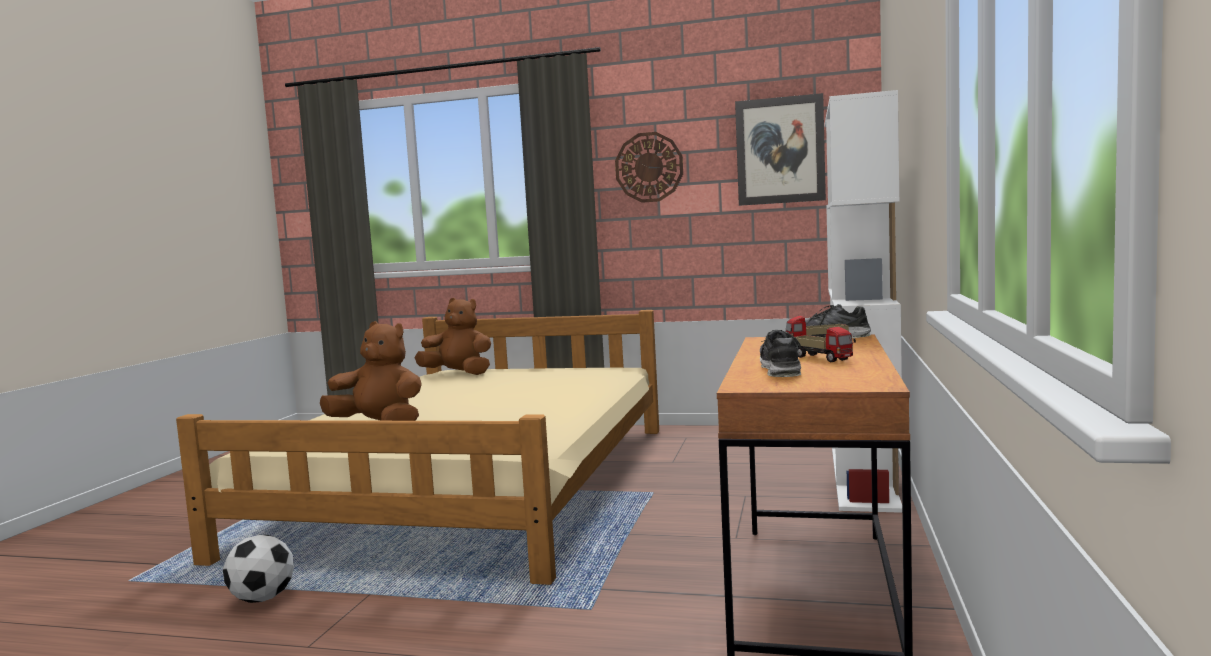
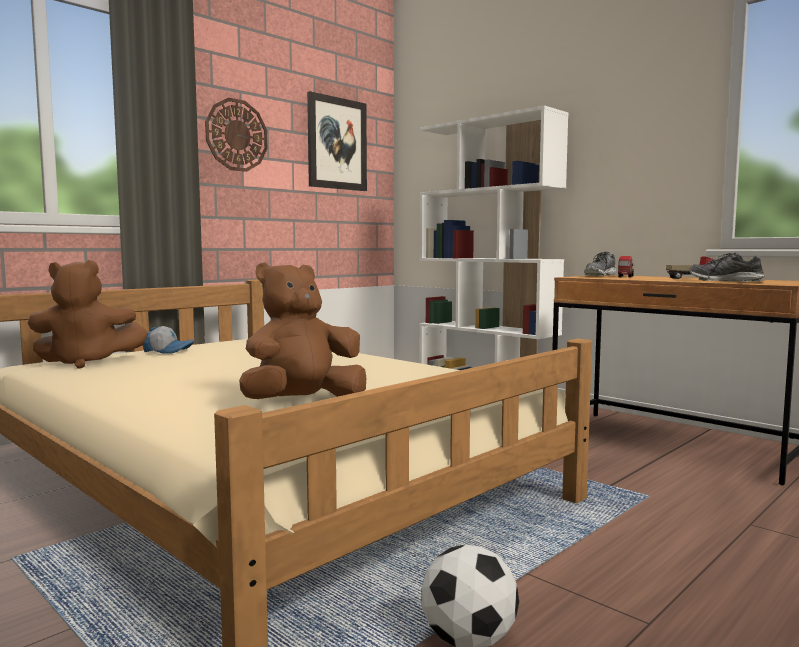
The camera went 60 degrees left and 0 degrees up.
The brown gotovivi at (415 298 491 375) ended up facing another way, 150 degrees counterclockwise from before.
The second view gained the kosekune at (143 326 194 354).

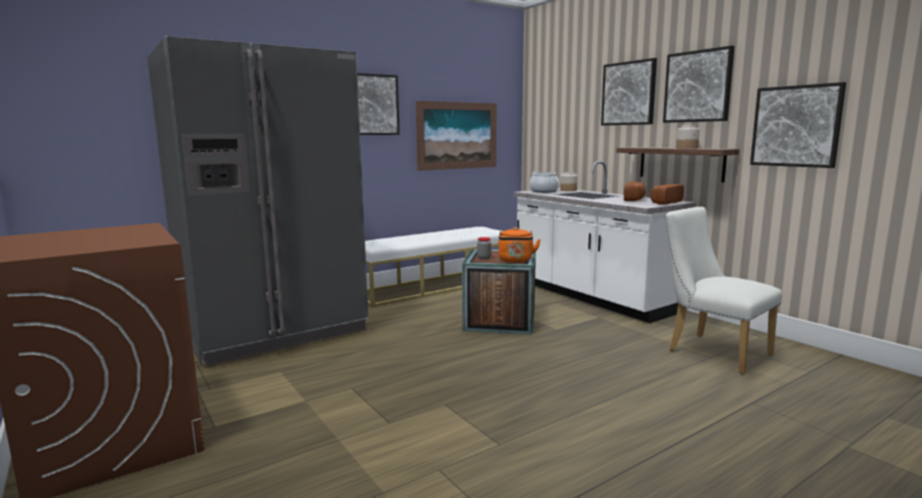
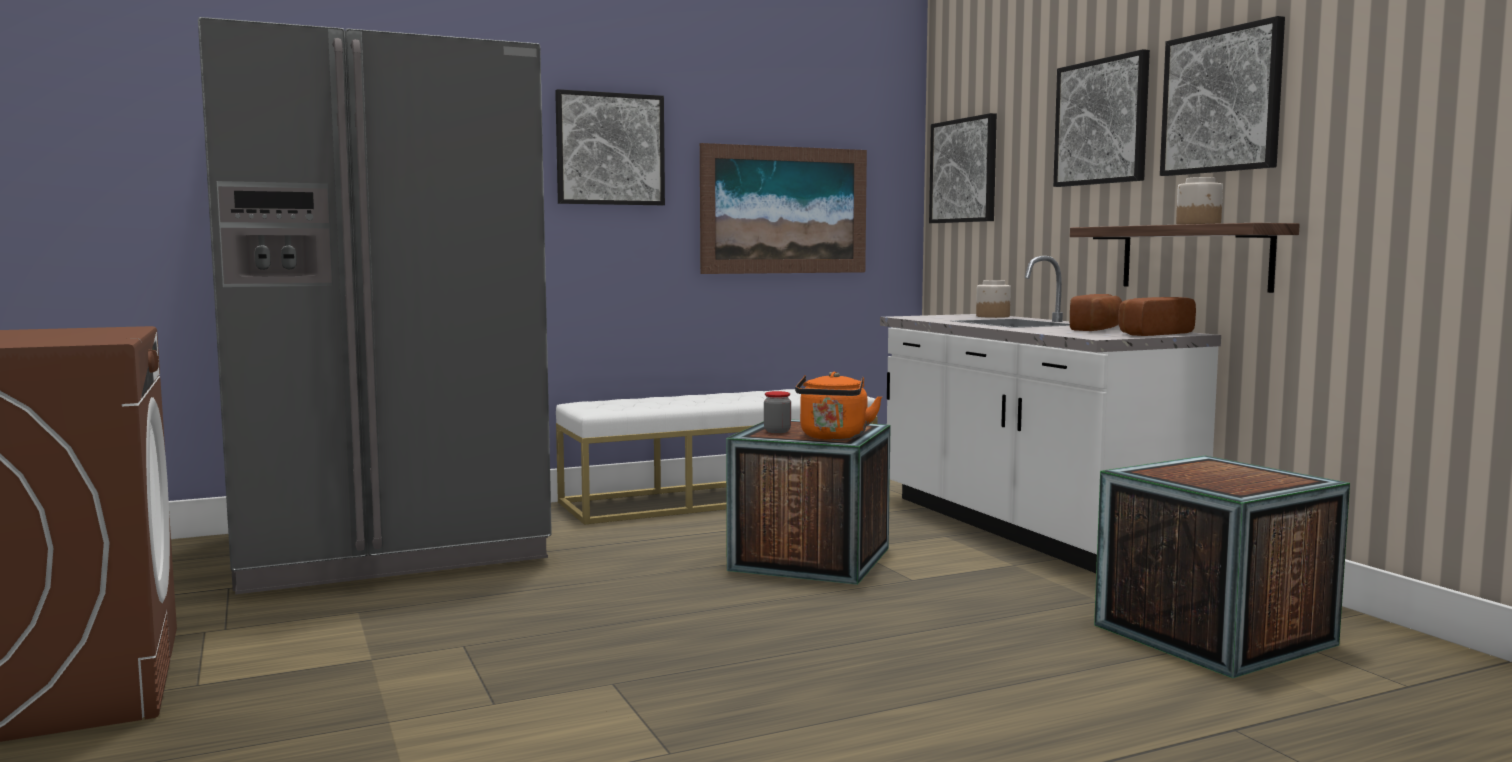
The camera went 10 degrees right and 5 degrees down.
The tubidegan ended up elsewhere, having gone from (750 82 846 168) to (929 113 997 223).
Where the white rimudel stood at (665 207 782 374), the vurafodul came to stand at (1094 456 1350 678).
The second view lost the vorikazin at (530 172 559 193).

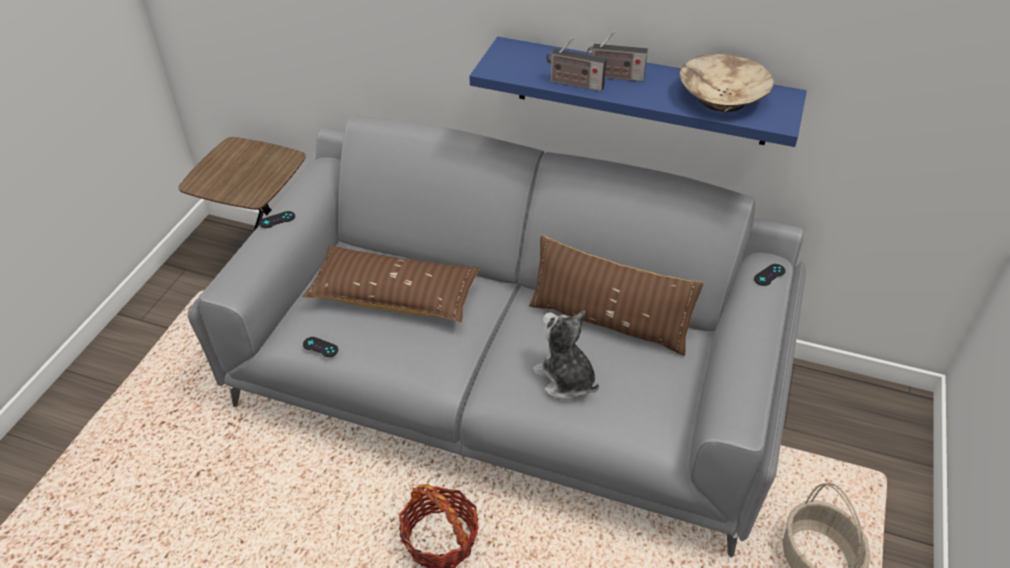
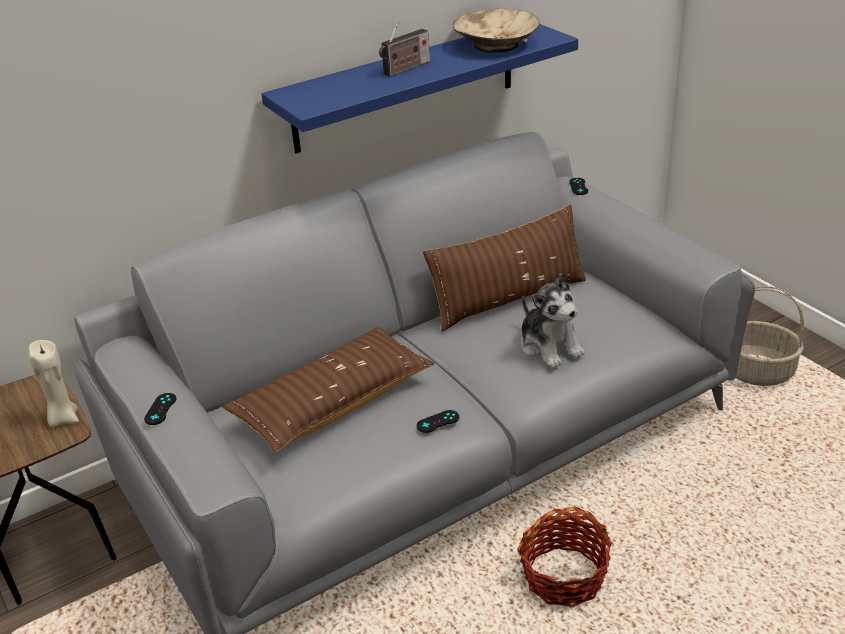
The camera went 50 degrees left and 10 degrees down.
The second view gained the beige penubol at (29 340 79 427).
The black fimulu ended up elsewhere, having gone from (303 337 338 357) to (417 410 459 433).
The gotovivi at (532 310 599 400) ended up facing another way, 120 degrees counterclockwise from before.
The second view lost the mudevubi at (546 38 607 91).

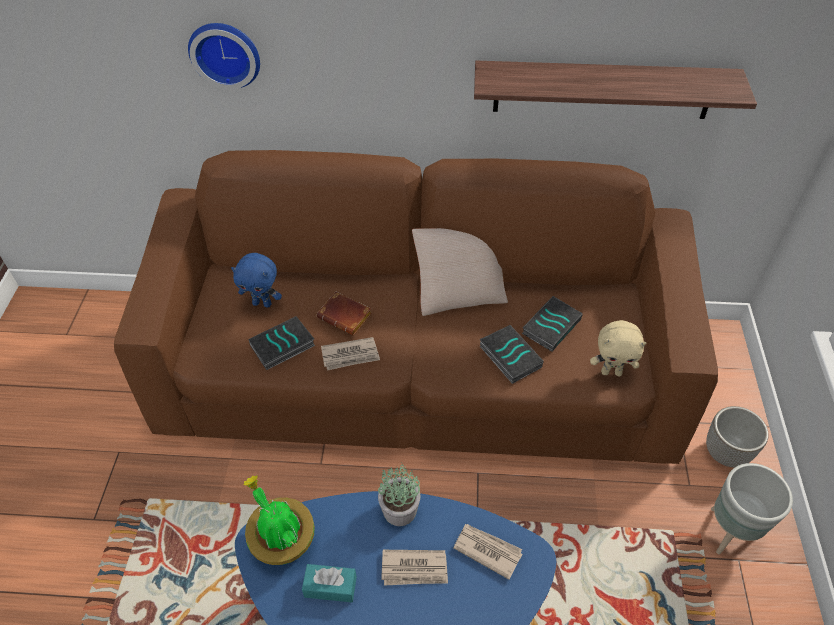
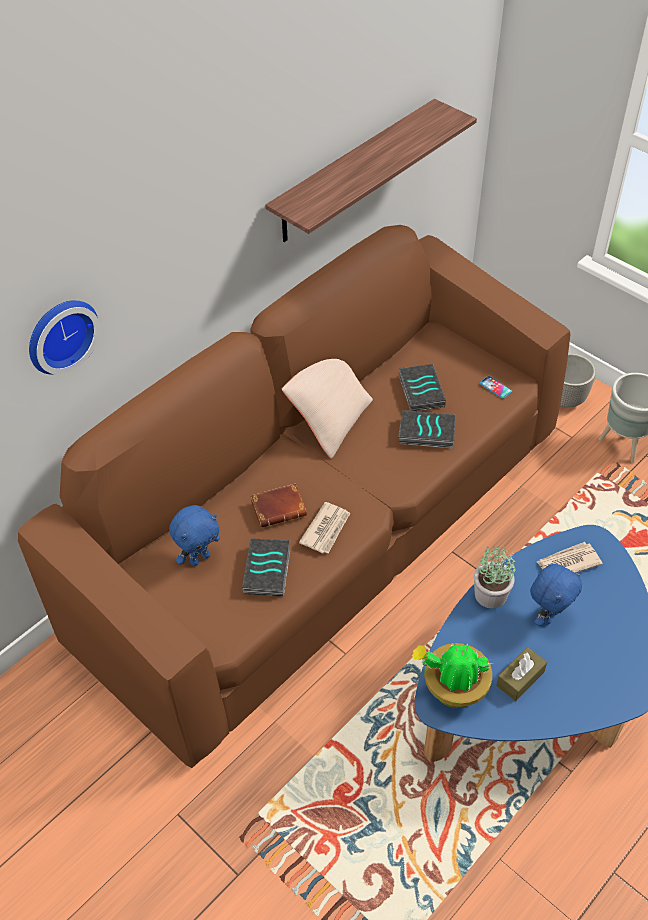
The camera went 50 degrees left and 0 degrees up.
Where the beige gotovivi stood at (590 320 646 376), the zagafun came to stand at (480 376 512 399).
What was the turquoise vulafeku at (302 564 357 602) turned into the brown vulafeku at (496 647 547 701).
Where the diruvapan stood at (381 550 448 586), the blue gotovivi came to stand at (530 564 582 626).

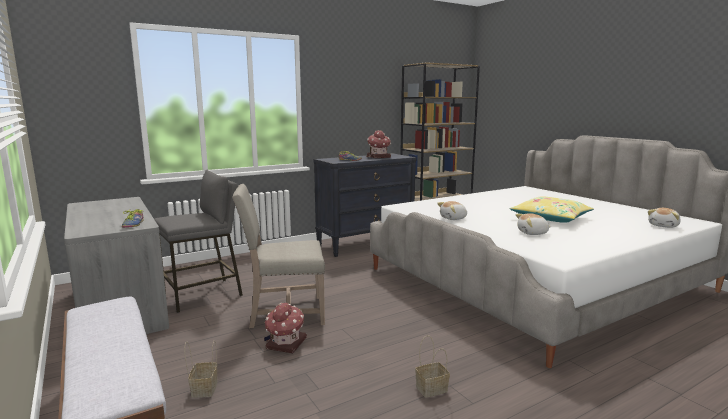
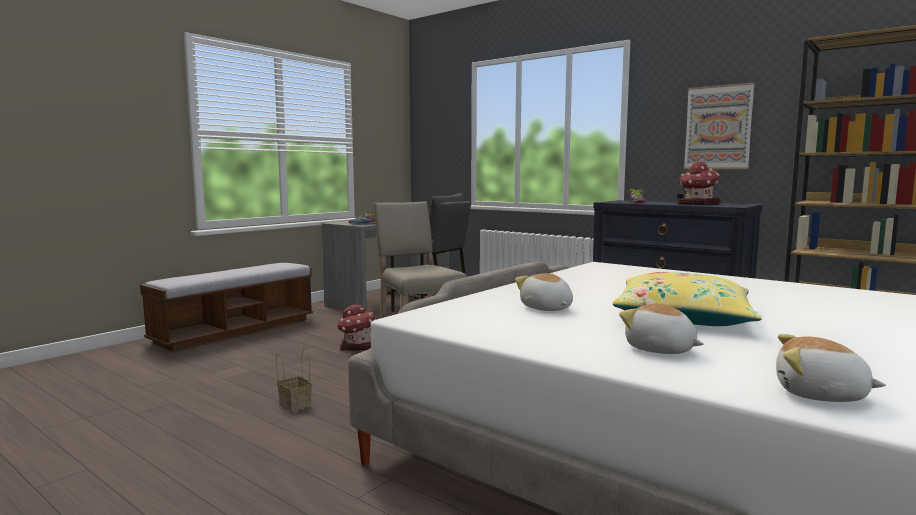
The camera went 70 degrees right and 5 degrees down.
The gotovivi ended up elsewhere, having gone from (437 201 467 220) to (619 302 703 354).
The second view gained the tubidegan at (684 82 755 169).
The second view lost the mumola at (184 340 218 398).

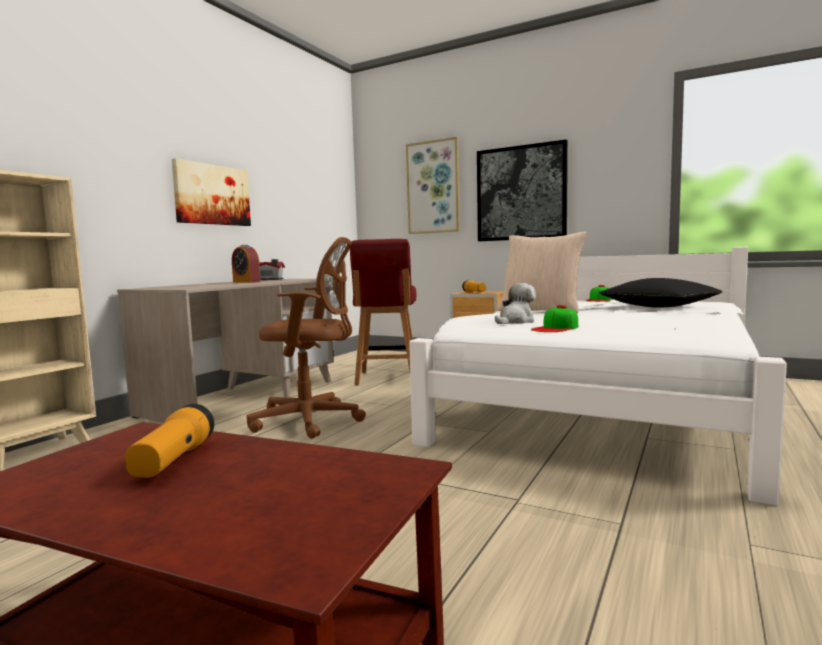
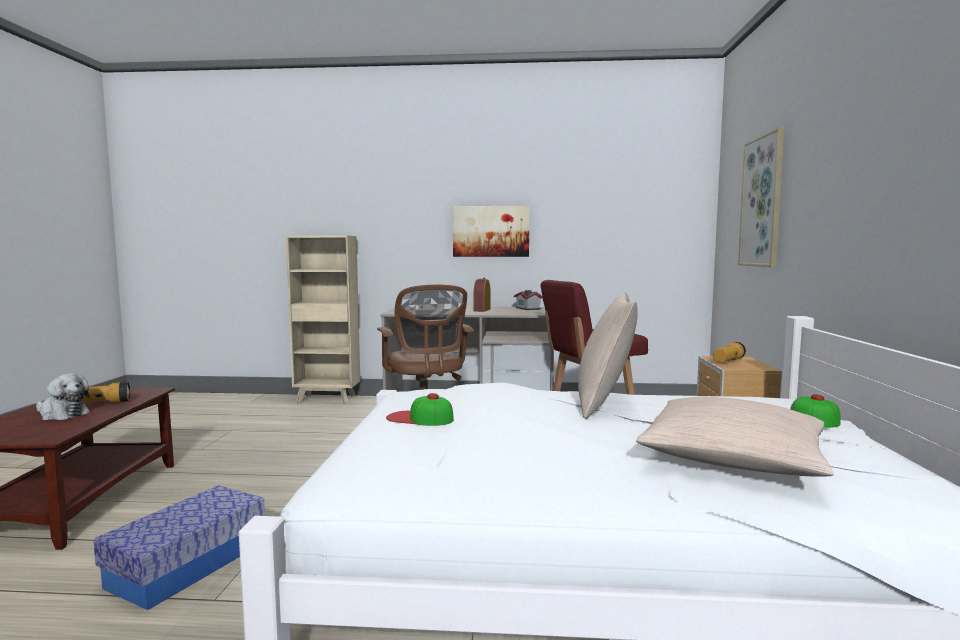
The camera went 65 degrees right and 0 degrees up.
The gotovivi ended up elsewhere, having gone from (495 283 536 324) to (36 373 90 420).
The second view gained the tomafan at (93 485 265 610).
What was the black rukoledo at (600 278 722 308) turned into the beige rukoledo at (636 397 834 476).
The second view lost the tubidegan at (477 139 568 241).

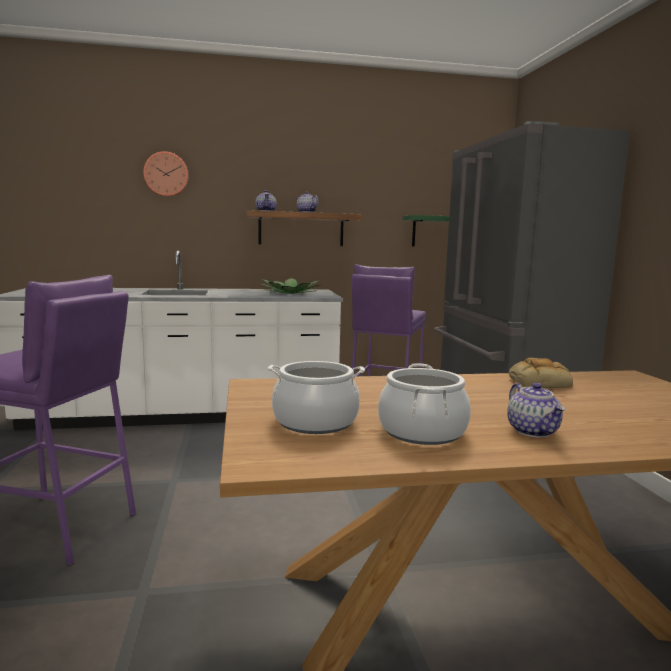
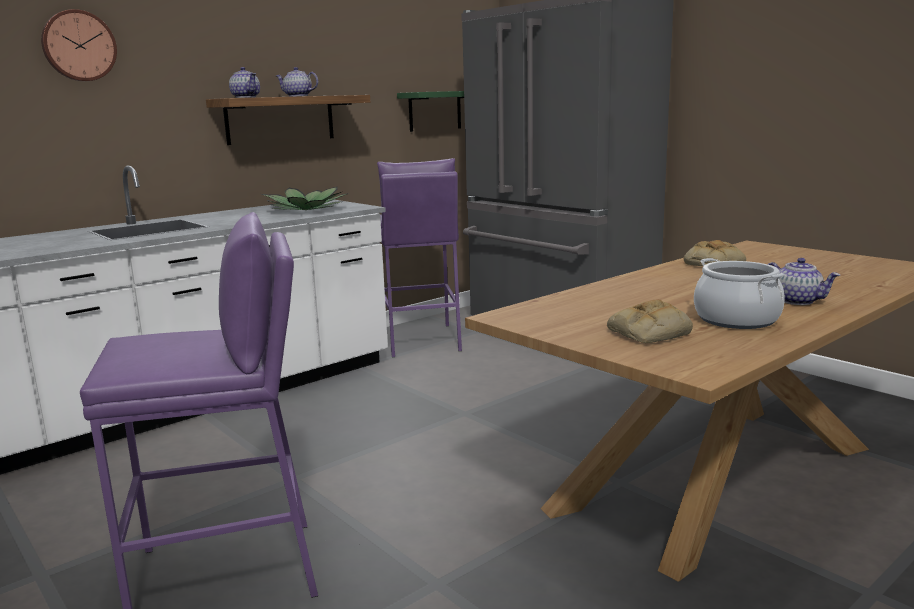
The camera went 30 degrees left and 5 degrees up.
Where the vorikazin stood at (268 361 365 434), the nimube came to stand at (607 299 693 343).

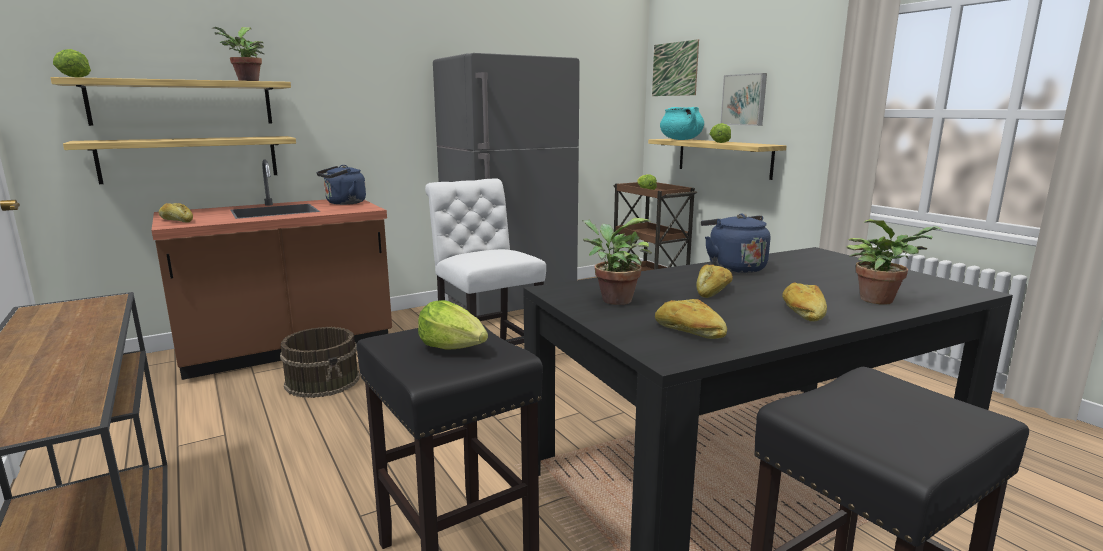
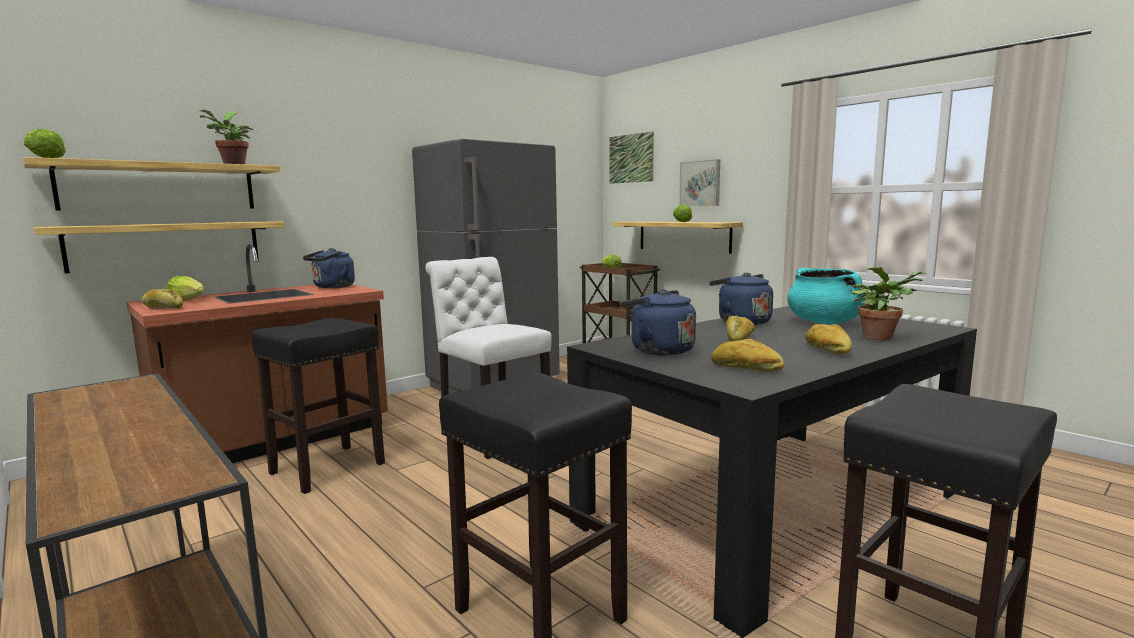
The camera went 10 degrees left and 5 degrees down.
The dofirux ended up elsewhere, having gone from (418 300 488 350) to (166 276 204 301).
Where the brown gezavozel stood at (280 327 360 398), the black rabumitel came to stand at (251 317 385 494).
Where the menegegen stood at (583 218 652 305), the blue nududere came to stand at (619 289 696 355).
The turquoise vorikazin ended up elsewhere, having gone from (660 107 704 140) to (787 268 865 324).

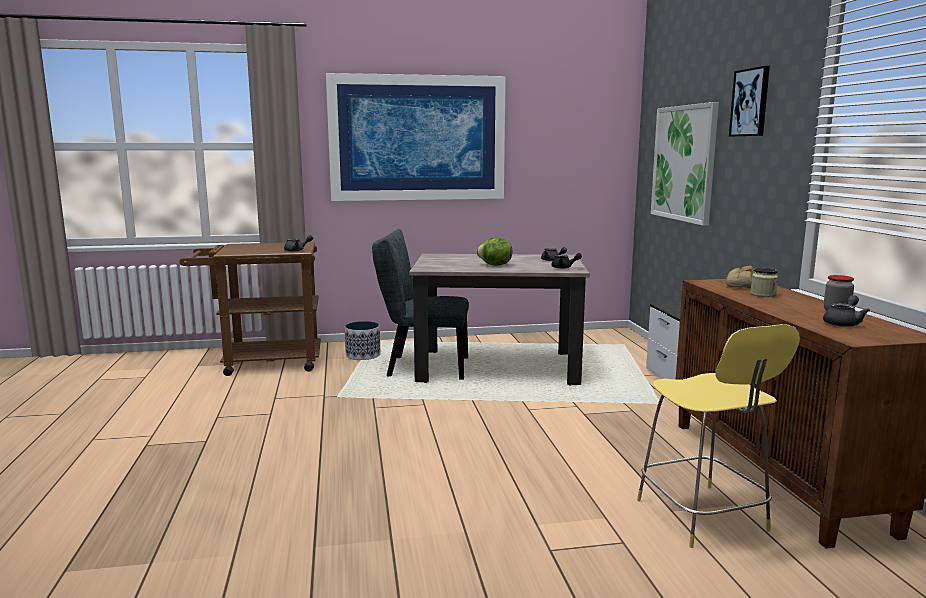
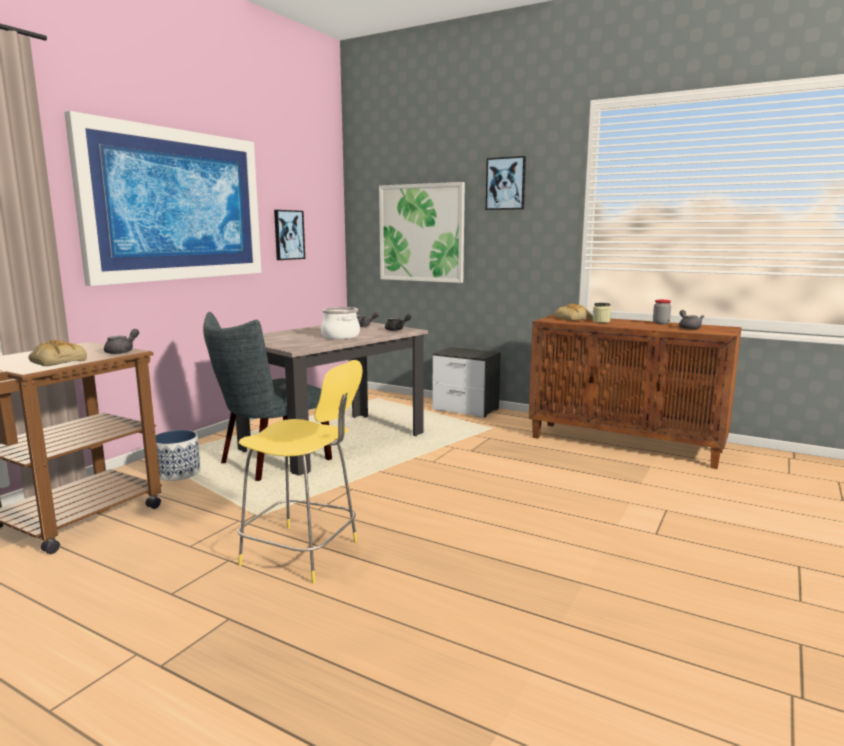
The camera went 50 degrees left and 0 degrees up.
The second view gained the nimube at (29 339 87 366).
The yellow rabumitel ended up elsewhere, having gone from (637 324 800 548) to (238 360 363 583).
The second view gained the tubidegan at (274 210 305 260).
Where the dofirux stood at (477 238 512 266), the vorikazin came to stand at (321 307 360 339).

